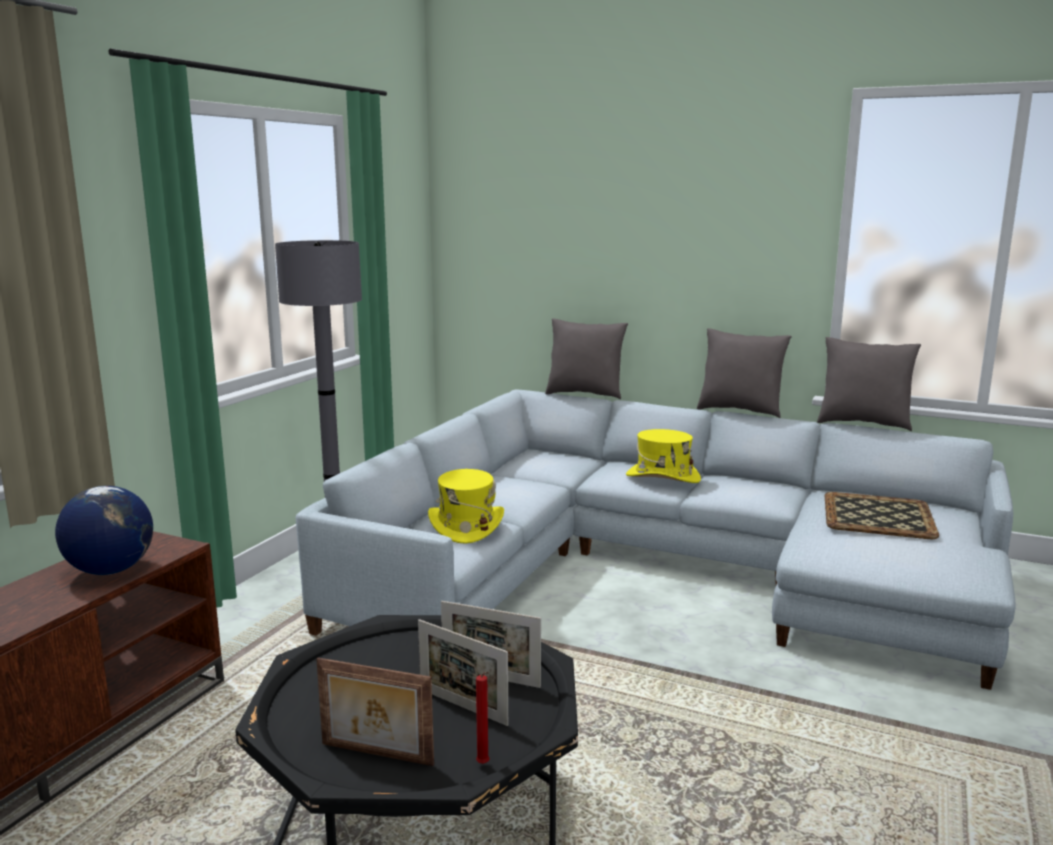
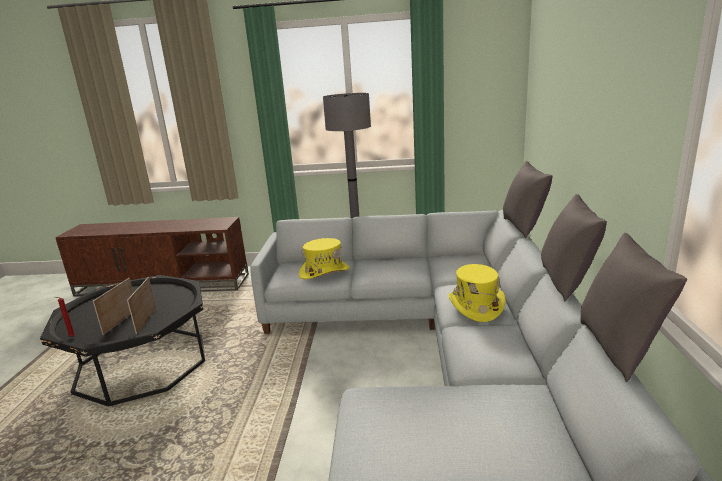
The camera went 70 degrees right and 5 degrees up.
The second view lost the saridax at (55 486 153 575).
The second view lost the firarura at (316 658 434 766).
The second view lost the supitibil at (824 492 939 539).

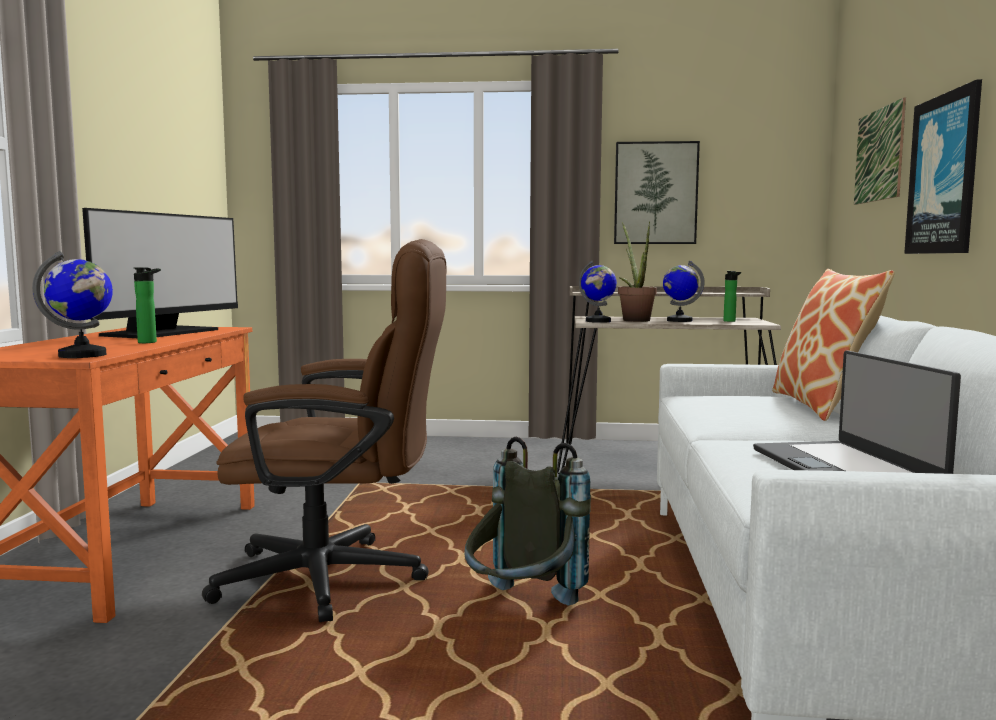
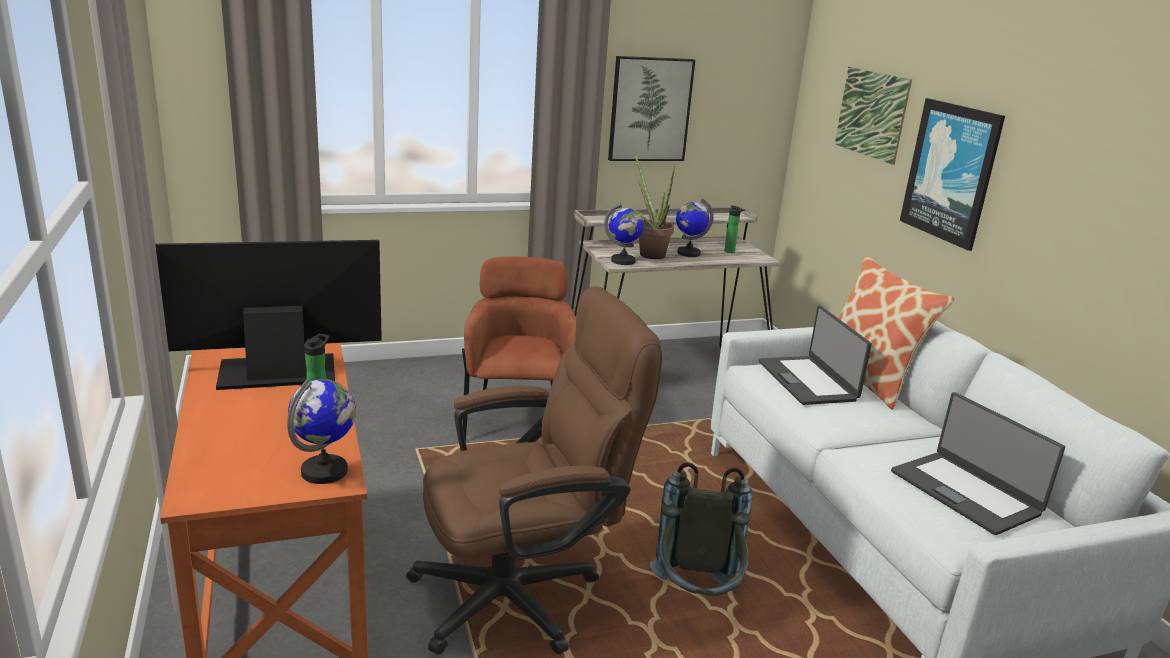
The camera went 25 degrees left and 15 degrees up.
The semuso at (82 208 238 338) ended up facing another way, 105 degrees counterclockwise from before.
The second view gained the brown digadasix at (462 256 576 441).
The second view gained the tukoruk at (759 305 872 405).

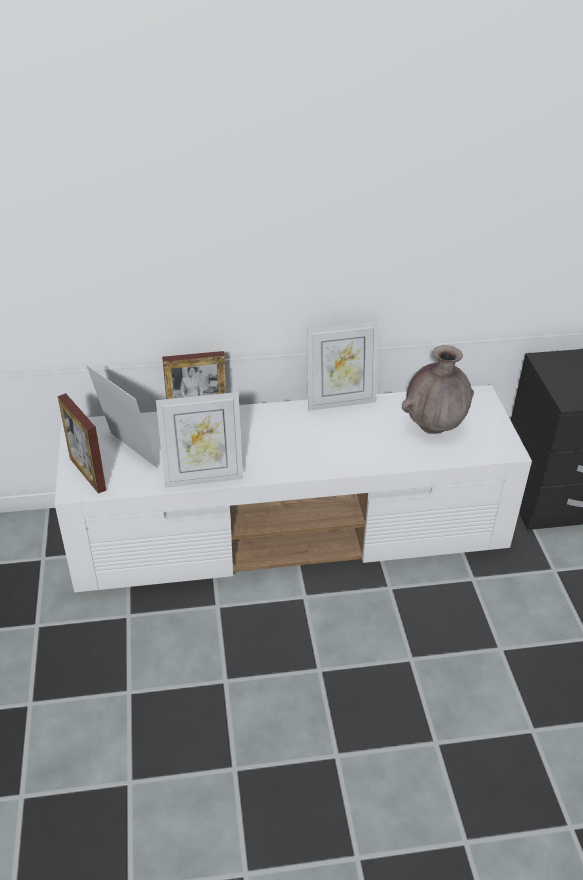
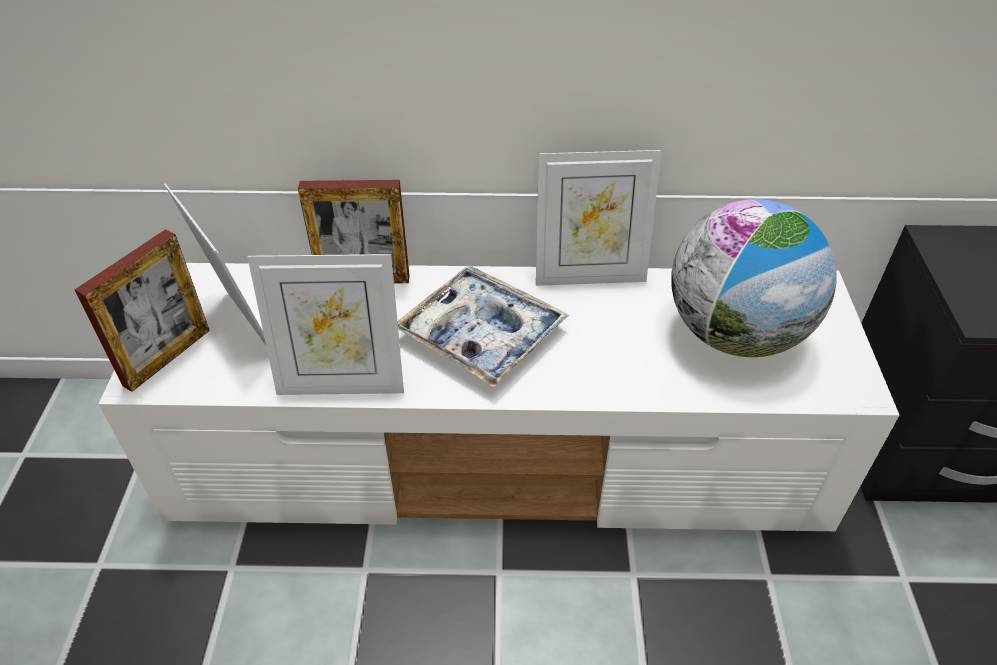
The camera went 10 degrees right and 5 degrees up.
The firarura at (58 393 106 494) ended up facing another way, 120 degrees counterclockwise from before.
The second view gained the supitibil at (397 266 569 387).
Where the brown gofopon stood at (402 345 474 434), the saridax came to stand at (671 199 836 357).

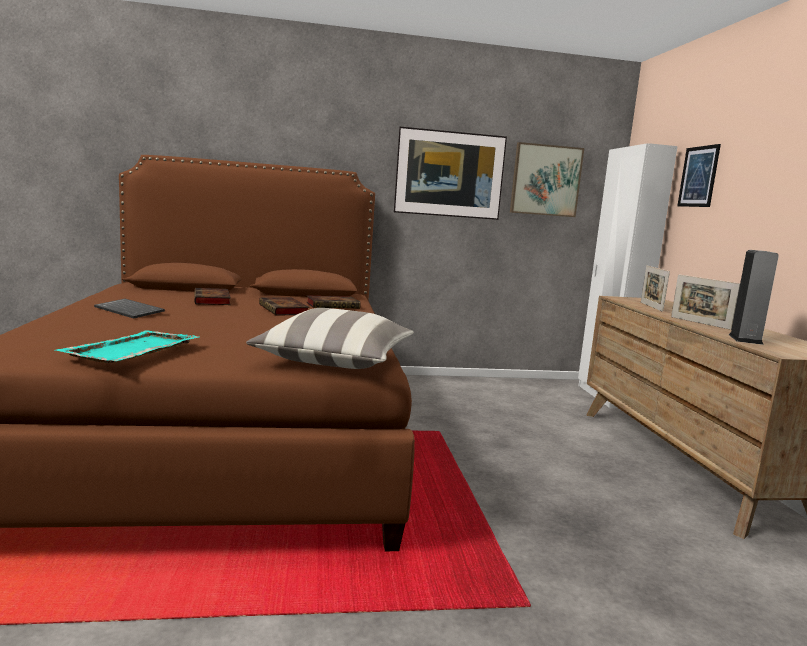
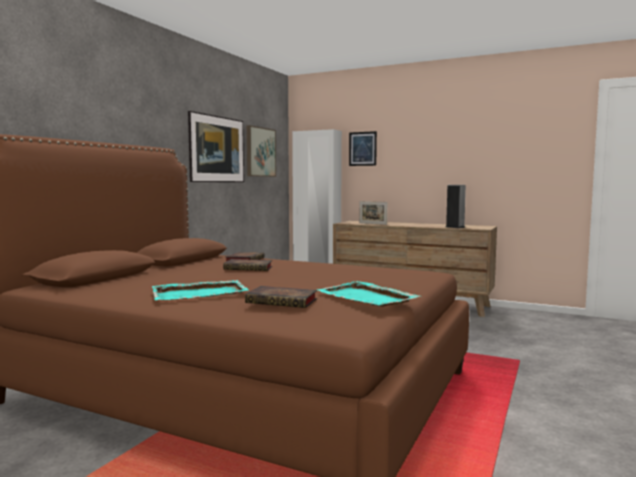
The camera went 55 degrees left and 5 degrees down.
Where the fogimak stood at (94 299 165 319), the turquoise supitibil came to stand at (152 280 249 300).
The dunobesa ended up elsewhere, having gone from (194 288 231 305) to (245 286 317 308).
The second view lost the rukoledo at (246 308 414 369).
The second view lost the firarura at (671 274 740 330).

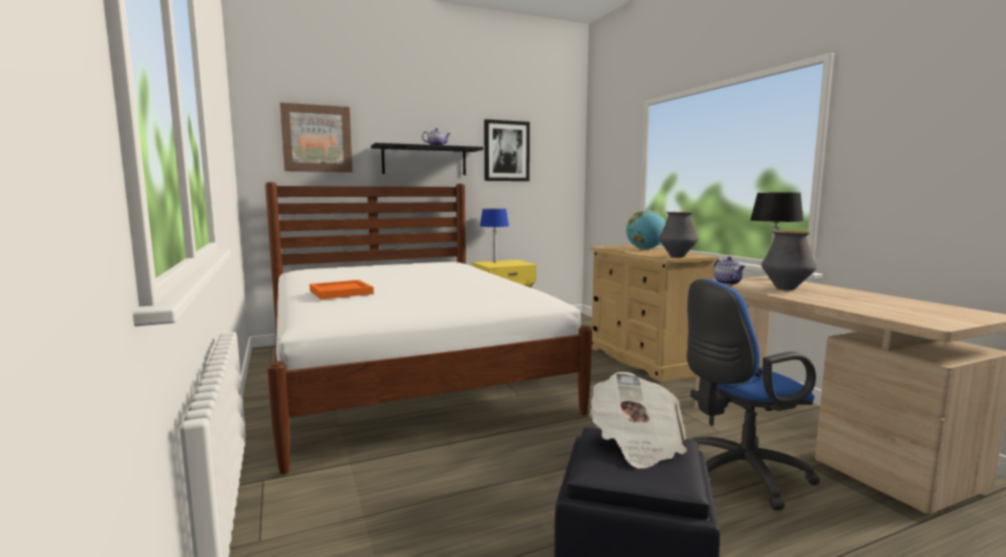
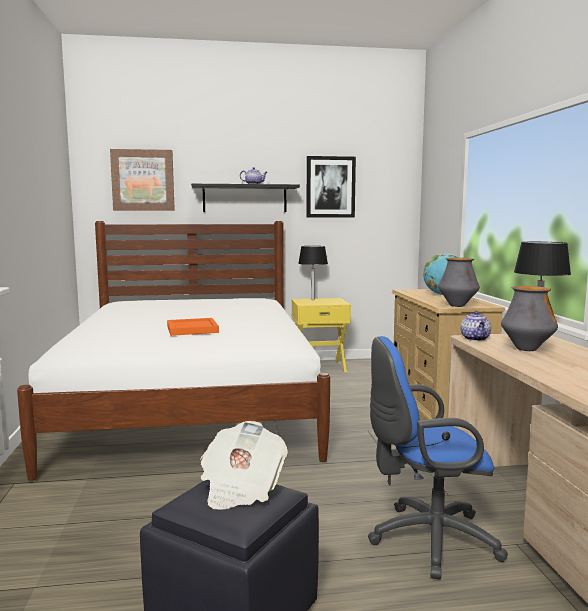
The camera went 15 degrees right and 0 degrees up.
The orange supitibil ended up elsewhere, having gone from (309 280 374 299) to (167 318 219 336).
What was the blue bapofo at (480 209 509 262) turned into the black bapofo at (298 246 328 300).

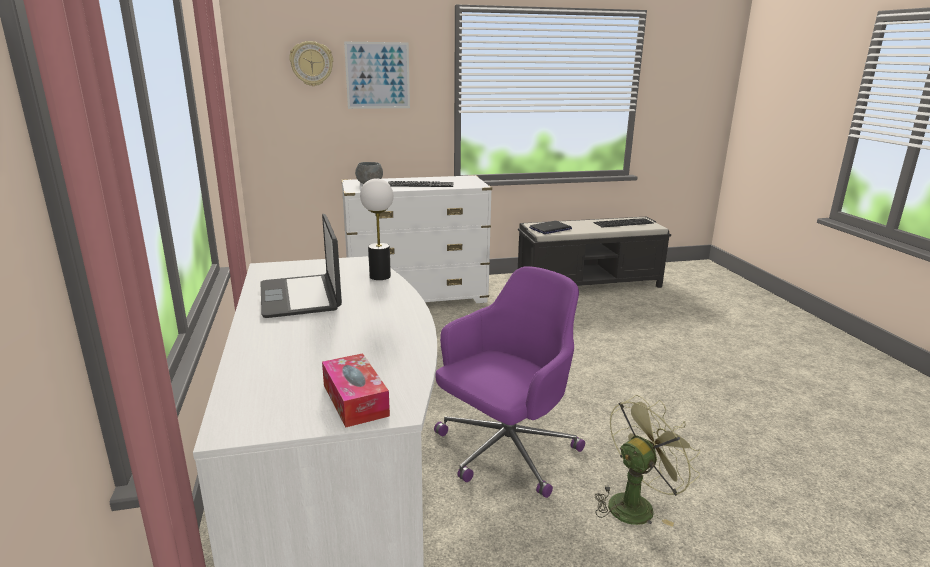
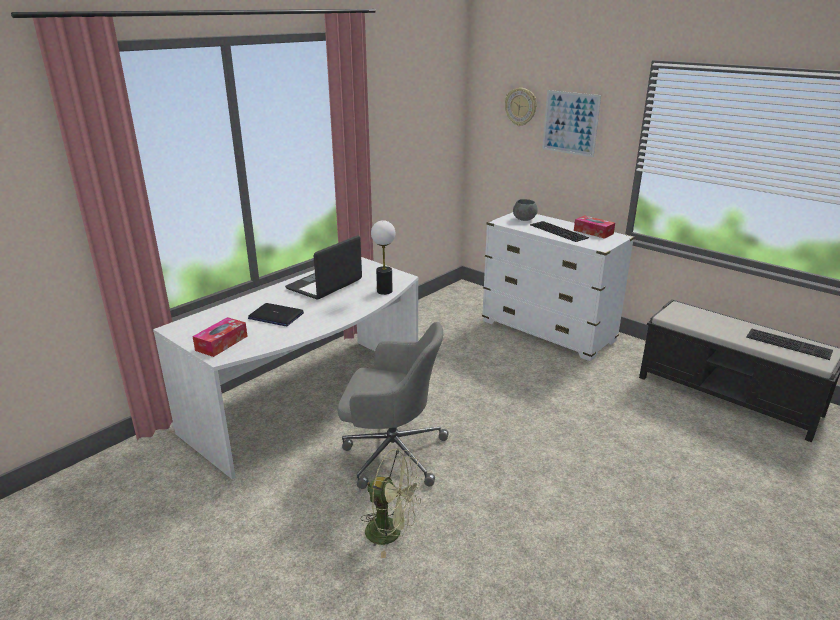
The camera went 55 degrees right and 5 degrees up.
The tukoruk ended up elsewhere, having gone from (529 221 572 234) to (248 303 304 326).
What was the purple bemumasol at (434 266 585 498) turned into the grey bemumasol at (337 322 449 489).
The second view gained the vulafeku at (574 215 615 239).

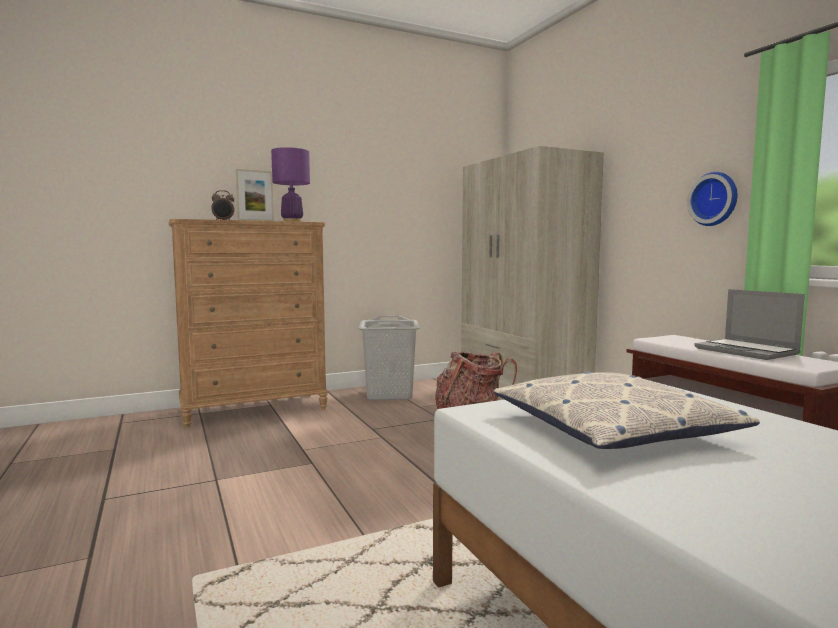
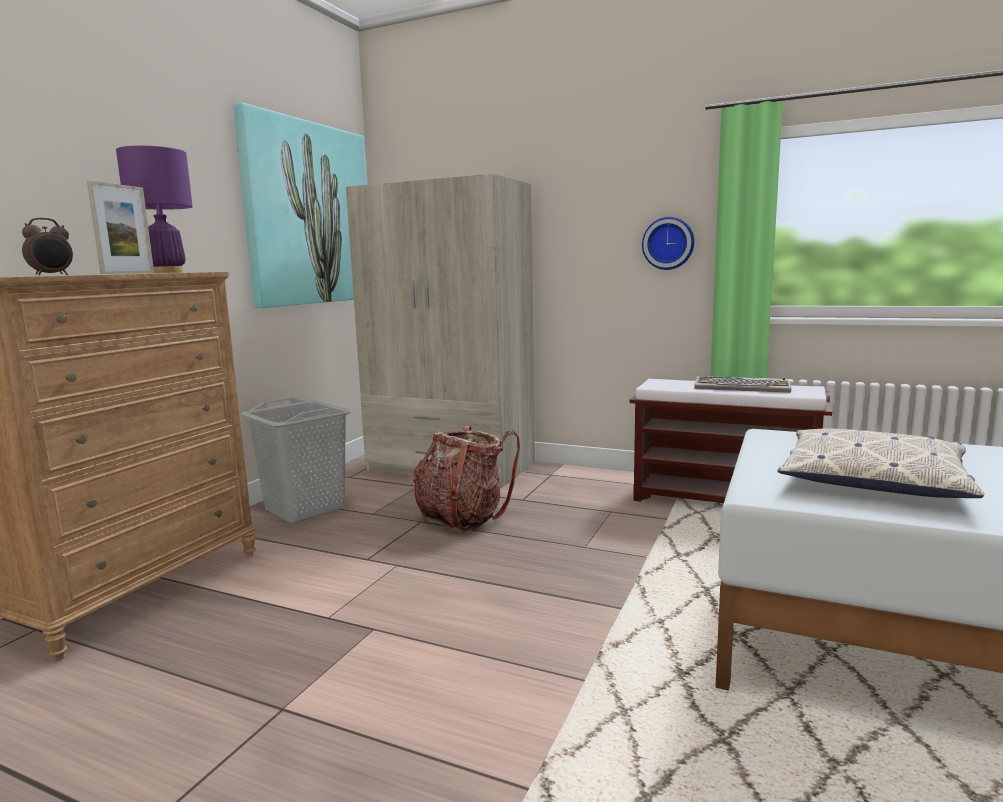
The camera went 40 degrees left and 5 degrees up.
The second view gained the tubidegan at (233 102 367 308).
Where the tukoruk stood at (694 289 805 360), the fogimak came to stand at (694 376 791 393).

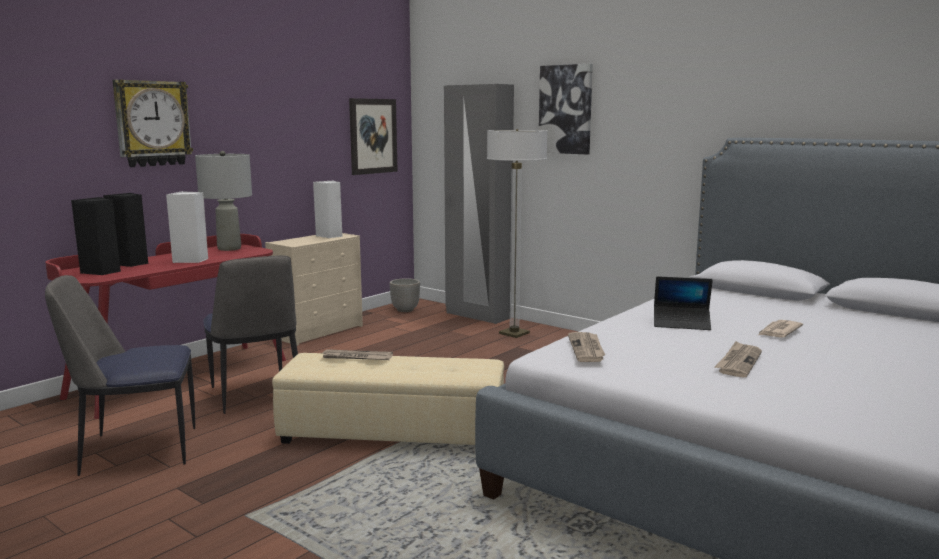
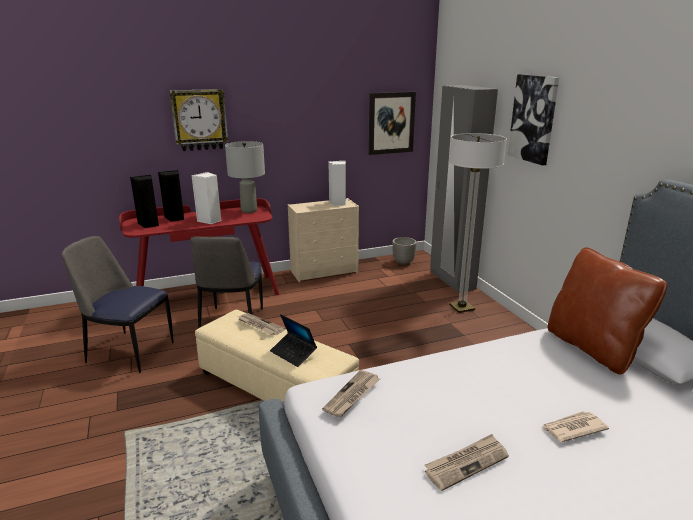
The camera went 30 degrees right and 10 degrees up.
The tukoruk ended up elsewhere, having gone from (654 276 713 330) to (270 314 317 367).
The second view gained the brown rukoledo at (548 247 667 374).

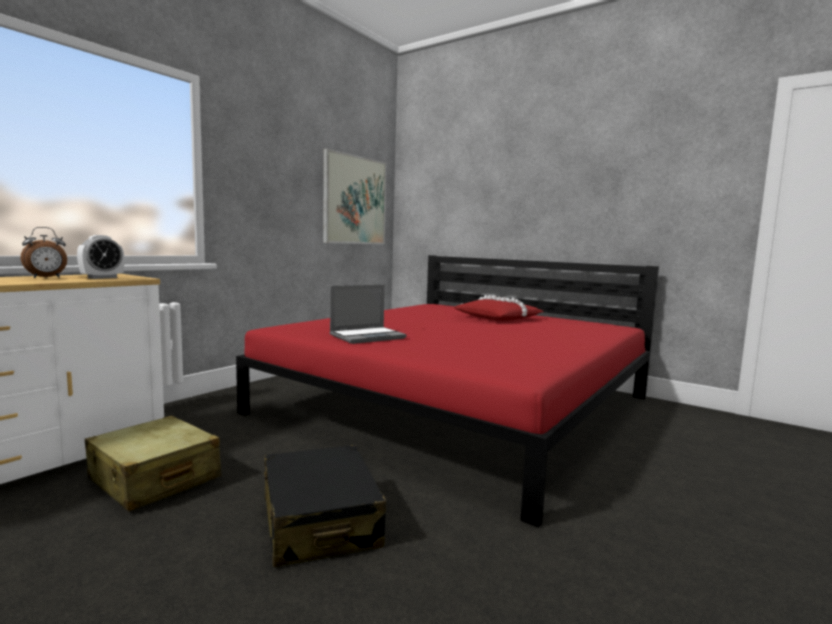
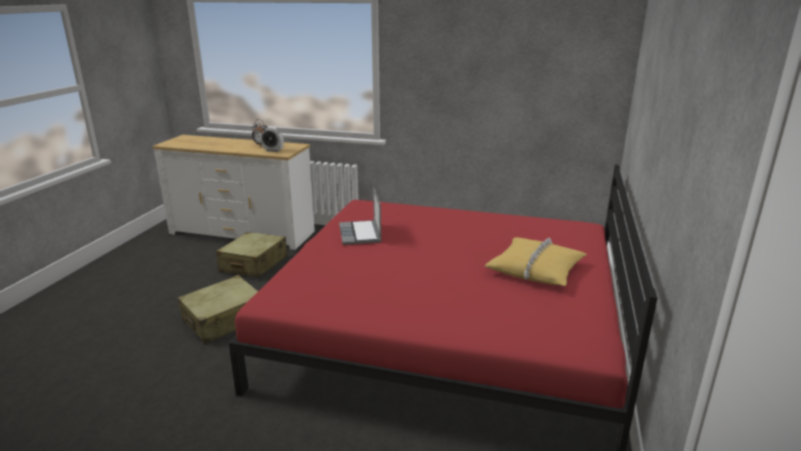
The camera went 70 degrees right and 15 degrees up.
What was the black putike at (264 445 386 567) turned into the beige putike at (178 275 258 344).
The tukoruk at (330 285 407 344) ended up facing another way, 45 degrees clockwise from before.
What was the red rukoledo at (453 295 544 321) turned into the yellow rukoledo at (485 237 587 286).
The second view lost the tubidegan at (323 149 386 244).

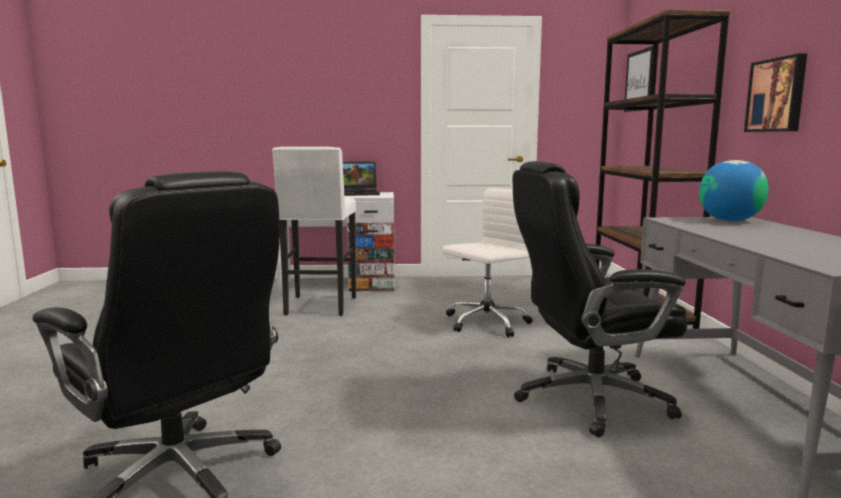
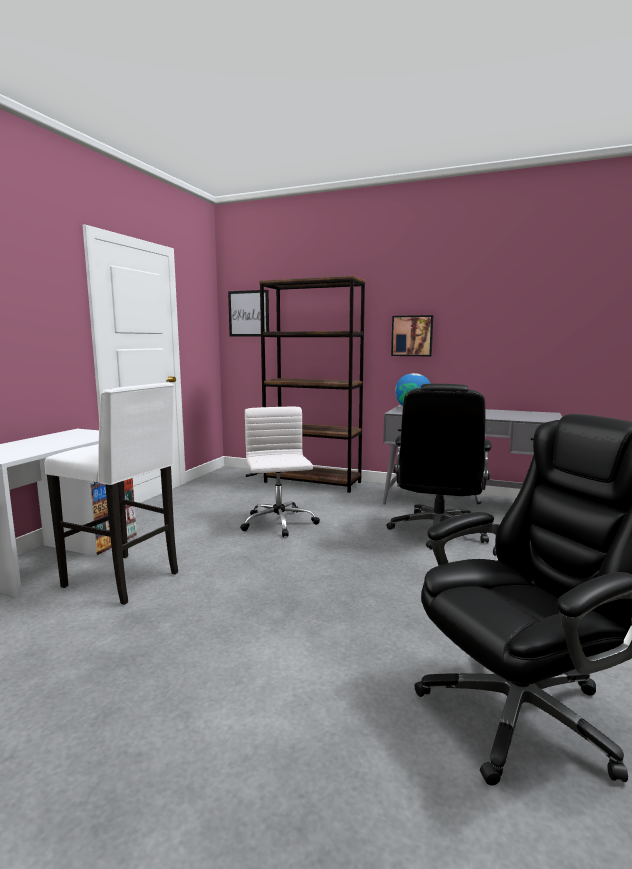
The camera went 65 degrees left and 0 degrees up.
The second view lost the tukoruk at (343 162 380 196).

